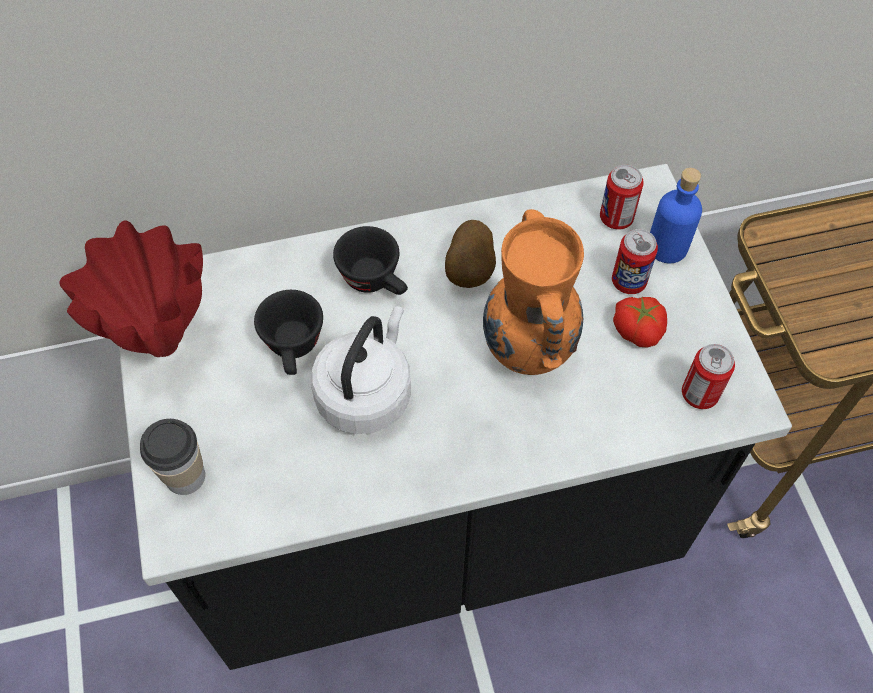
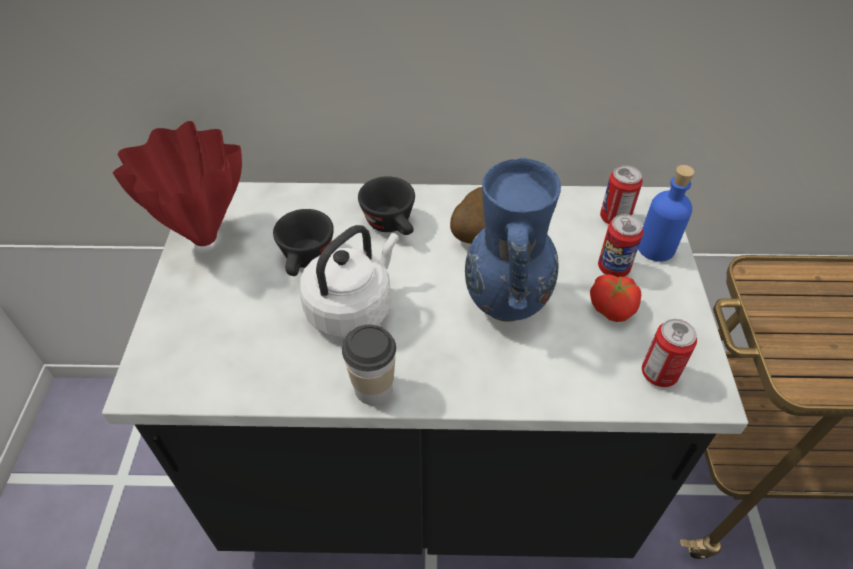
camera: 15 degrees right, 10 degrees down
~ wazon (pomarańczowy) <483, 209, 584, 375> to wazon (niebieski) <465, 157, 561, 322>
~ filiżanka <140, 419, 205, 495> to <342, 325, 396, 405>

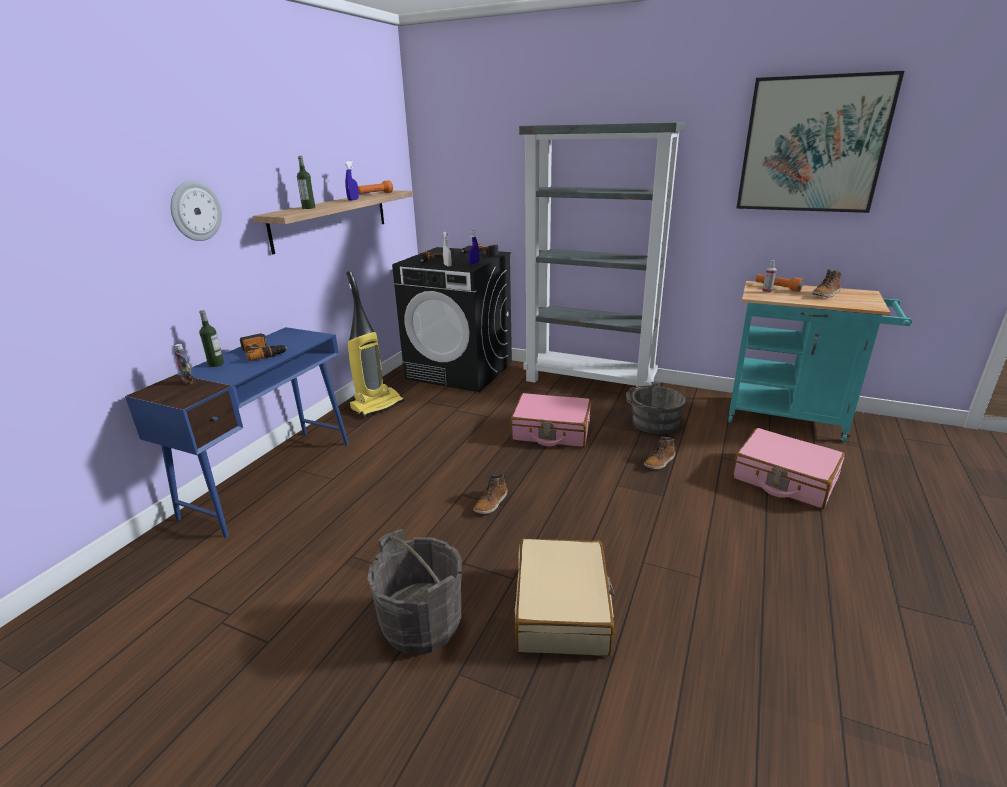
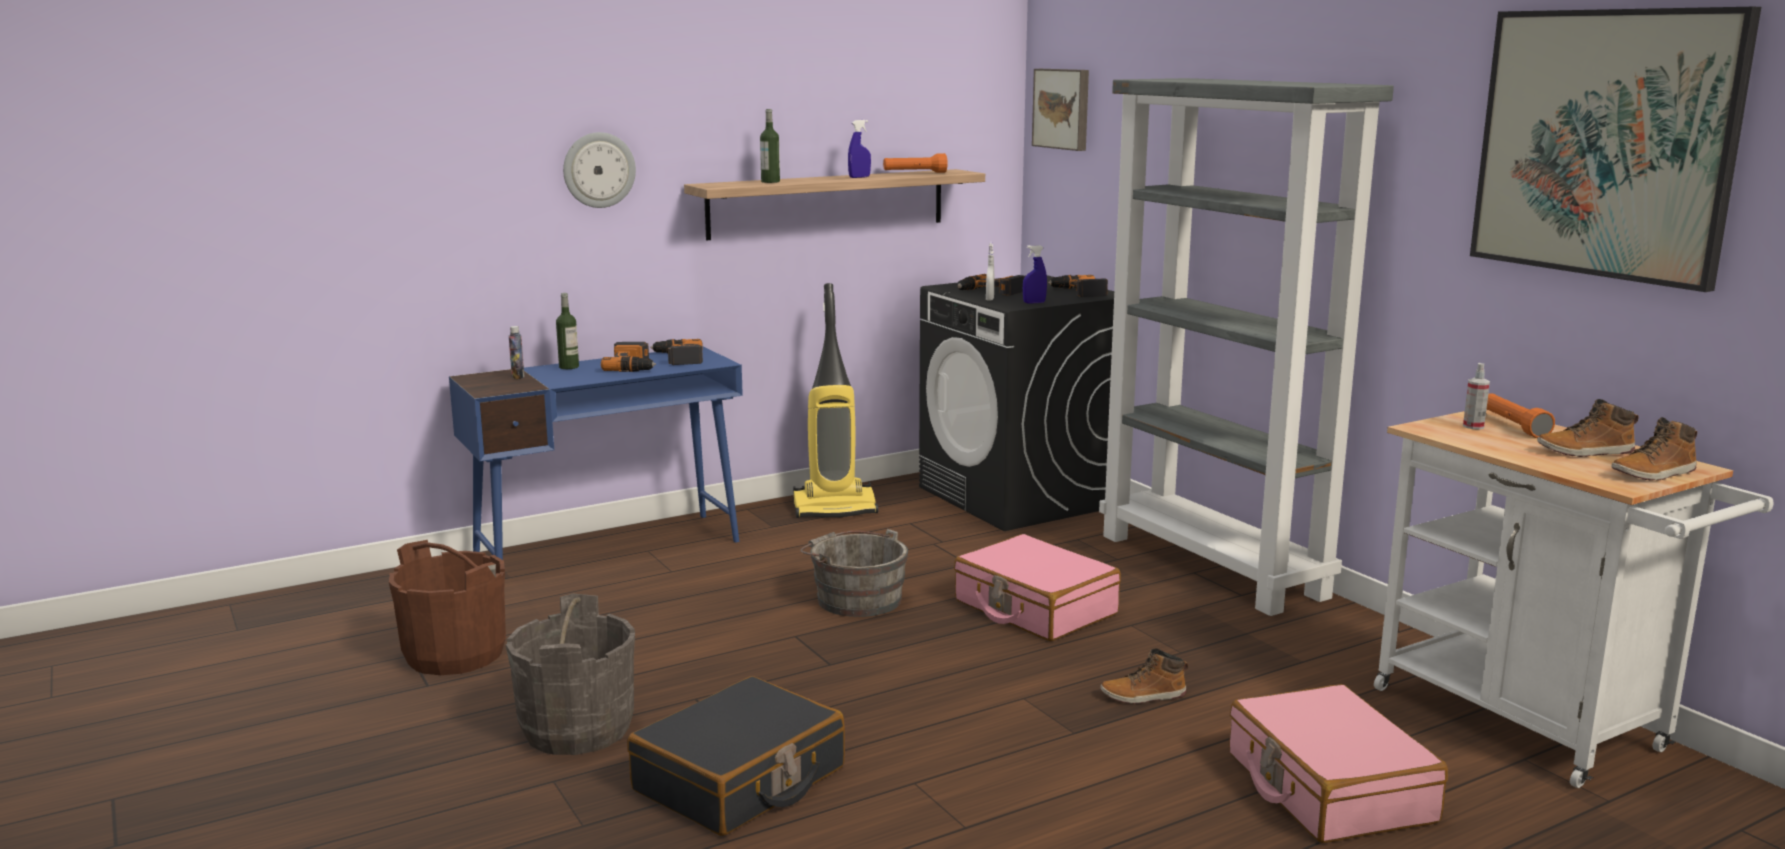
camera: 35 degrees right, 10 degrees down
~ wózek (turkusowy) <728, 281, 912, 441> to wózek (biały) <1374, 409, 1773, 788>
~ wiadro (szary) <626, 382, 686, 434> to <800, 529, 908, 617>
~ but z cholewką <474, 474, 508, 514> to <1611, 417, 1697, 481>
~ walizka (beżowy) <515, 539, 615, 656> to walizka (czarny) <628, 676, 845, 836>
+ obraz <1032, 69, 1089, 151>
+ wiertarka <650, 339, 703, 365>
+ wiadro (brązowy) <389, 540, 506, 675>

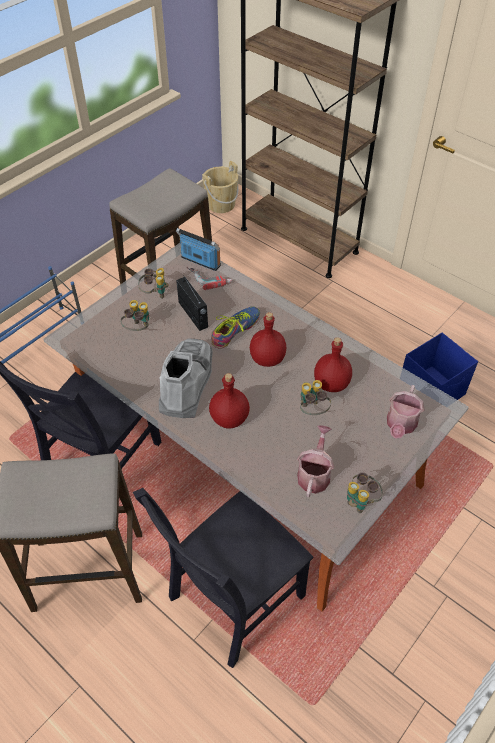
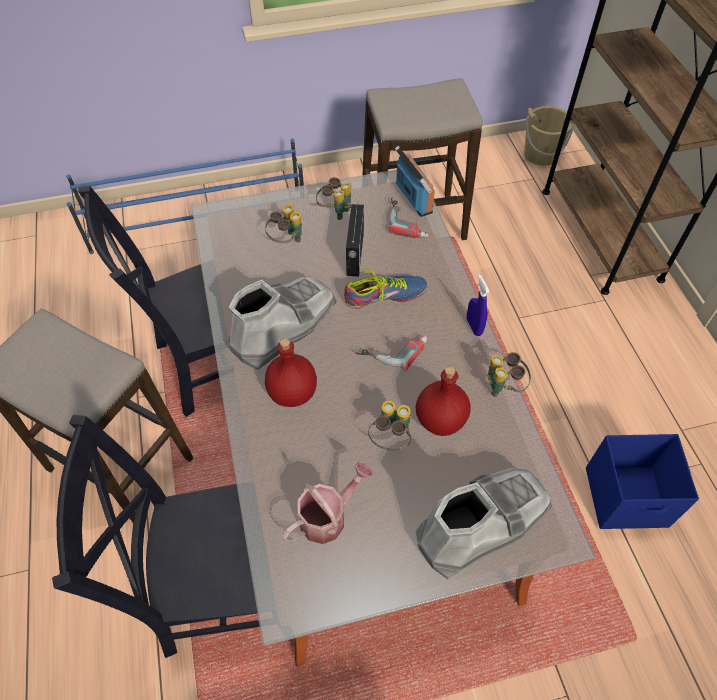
camera: 35 degrees right, 5 degrees up
~ butelka (czerwony) <250, 312, 286, 367> to wiertarka <355, 336, 427, 371>
~ konewka <387, 385, 425, 439> to but z cholewką (szary) <416, 467, 552, 579>
~ lornetka <347, 472, 383, 513> to <485, 352, 531, 397>
+ spryskiwacz (niebieski) <467, 275, 489, 336>

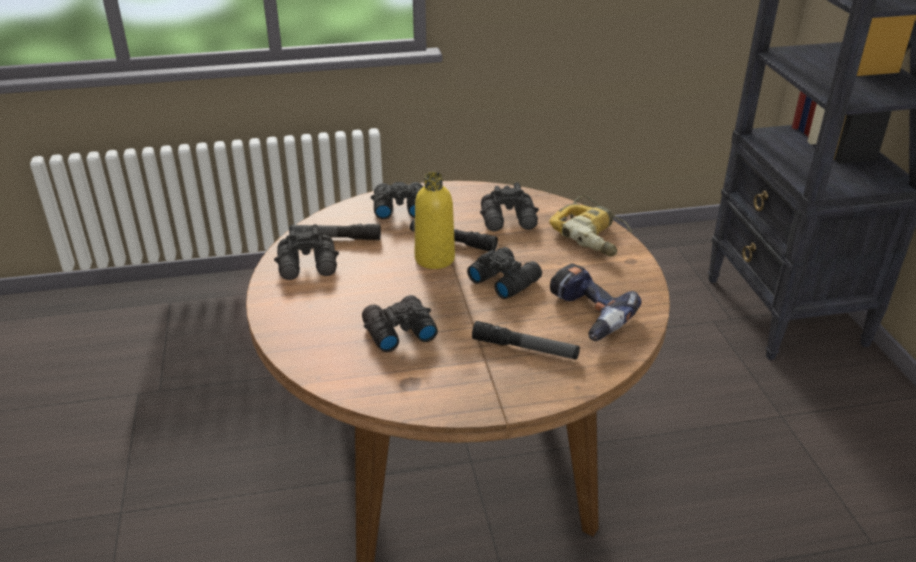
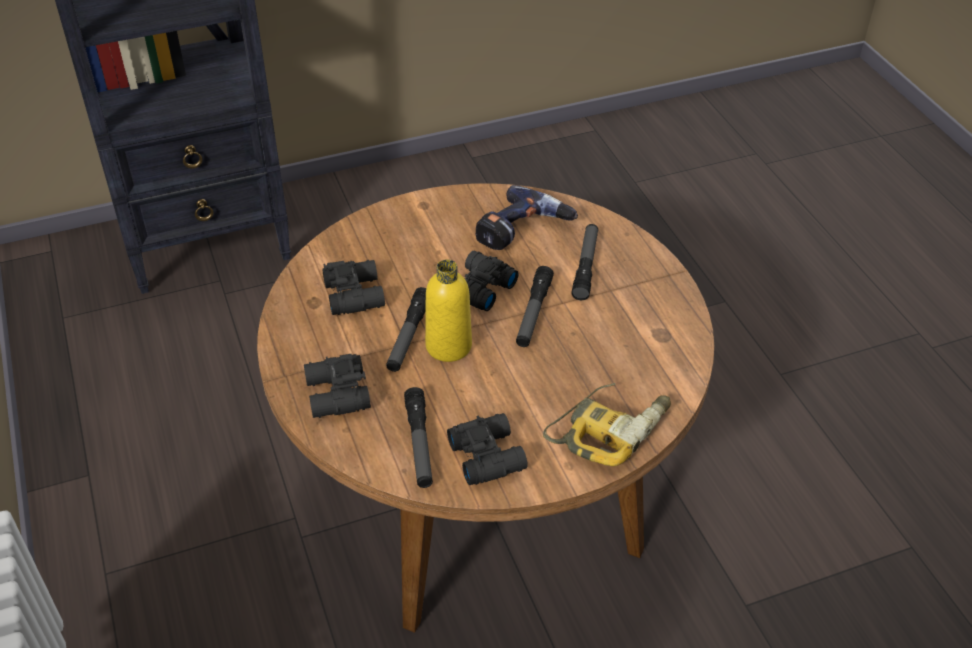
camera: 100 degrees left, 10 degrees up
~ wiertarka <549, 195, 632, 256> to <543, 383, 671, 466>
- lornetka (czarny) <362, 295, 438, 352>
+ latarka <516, 266, 554, 347>

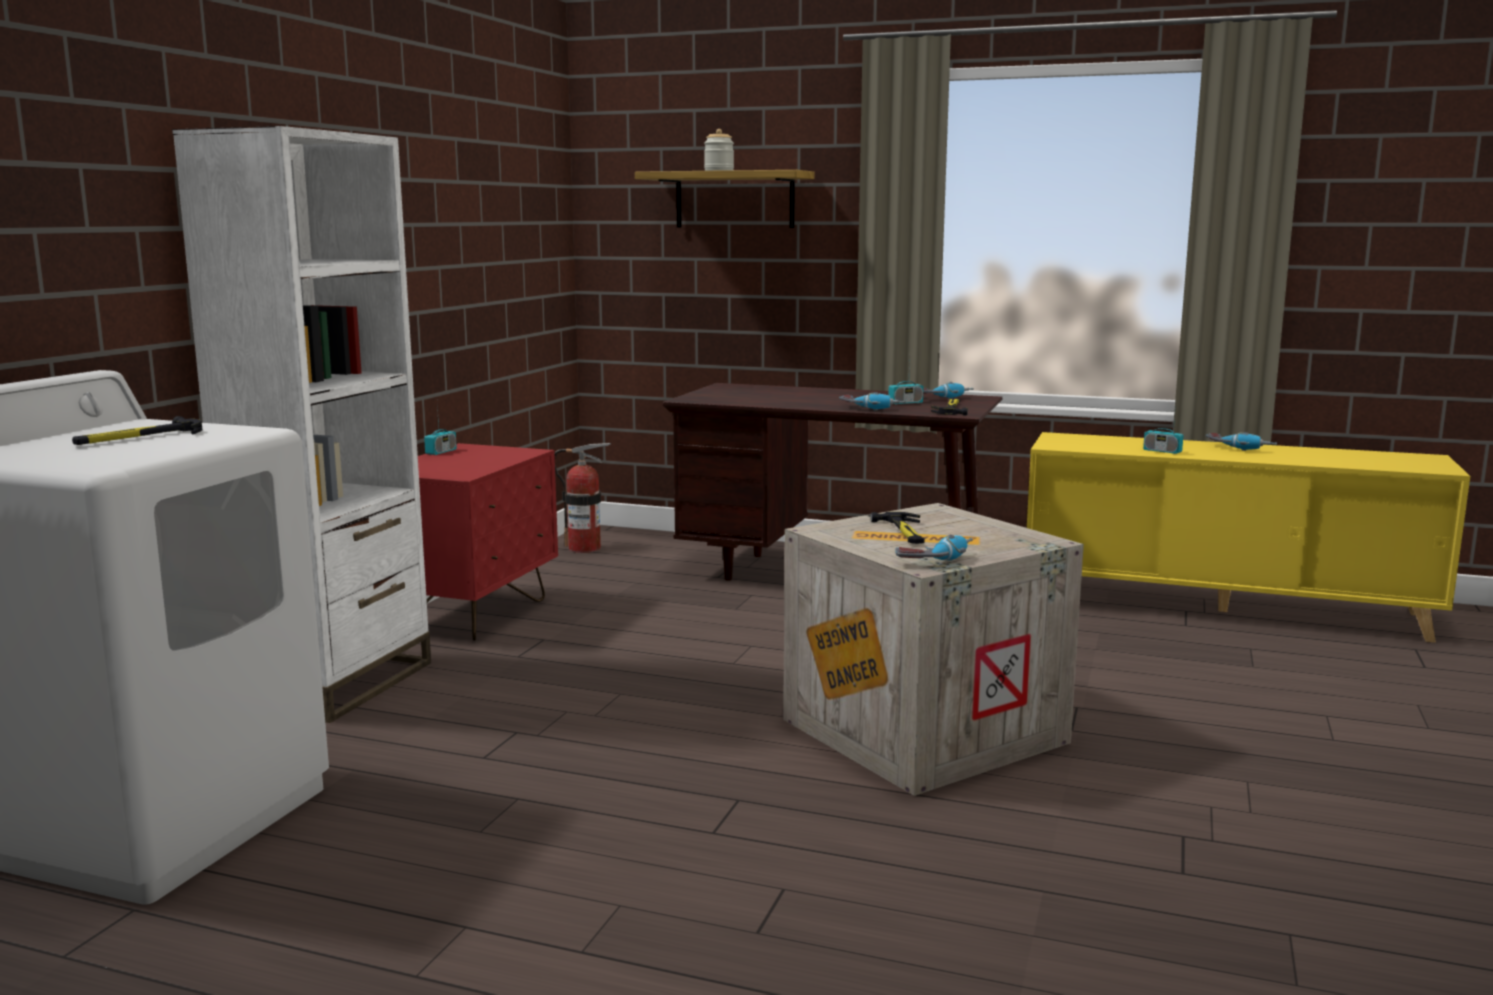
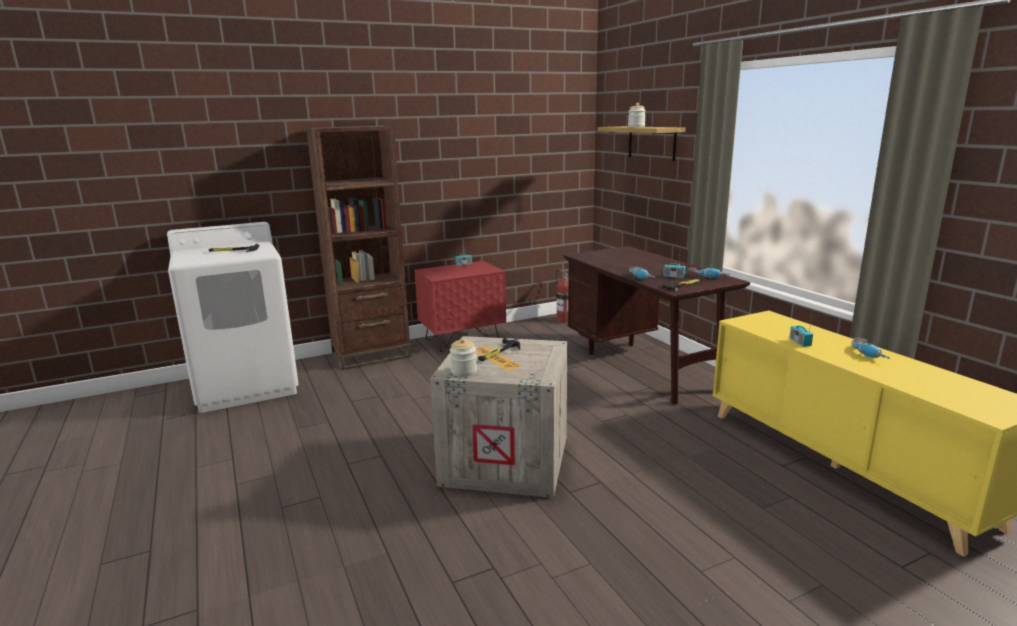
camera: 45 degrees right, 5 degrees up
~ regał (biały) <172, 126, 431, 723> to regał (brązowy) <306, 126, 411, 370>
~ wiertarka <895, 535, 973, 561> to słoik <450, 338, 477, 376>

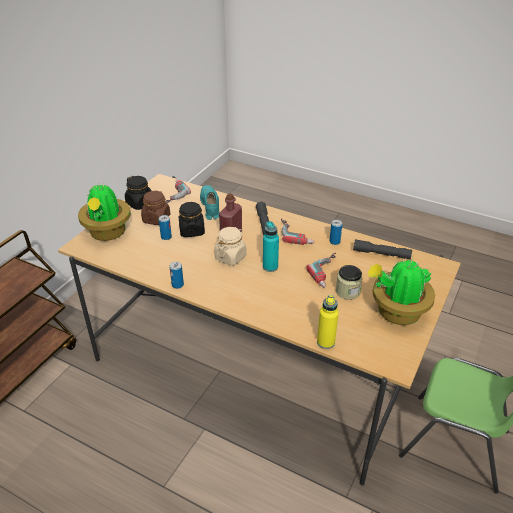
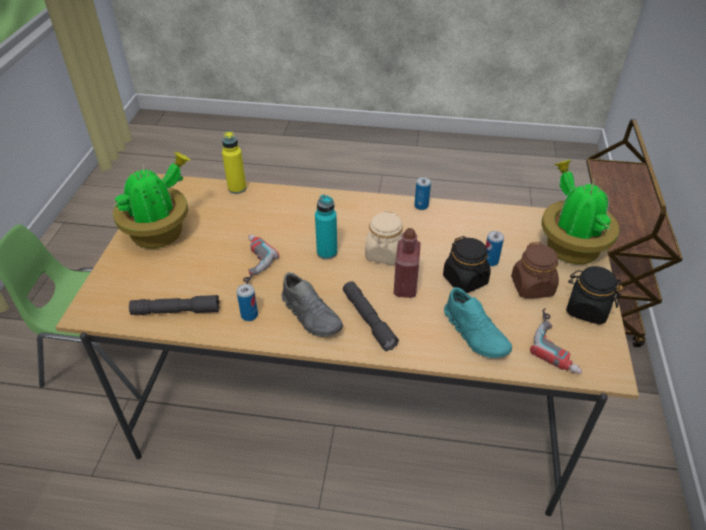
camera: 160 degrees right, 5 degrees up
~ wiertarka <281, 218, 314, 245> to but (szary) <282, 272, 343, 337>
- słoik <336, 265, 363, 300>

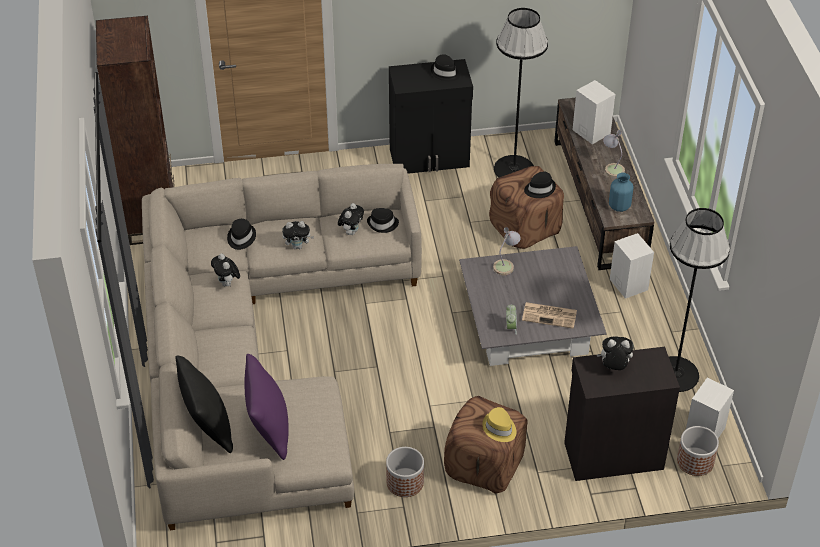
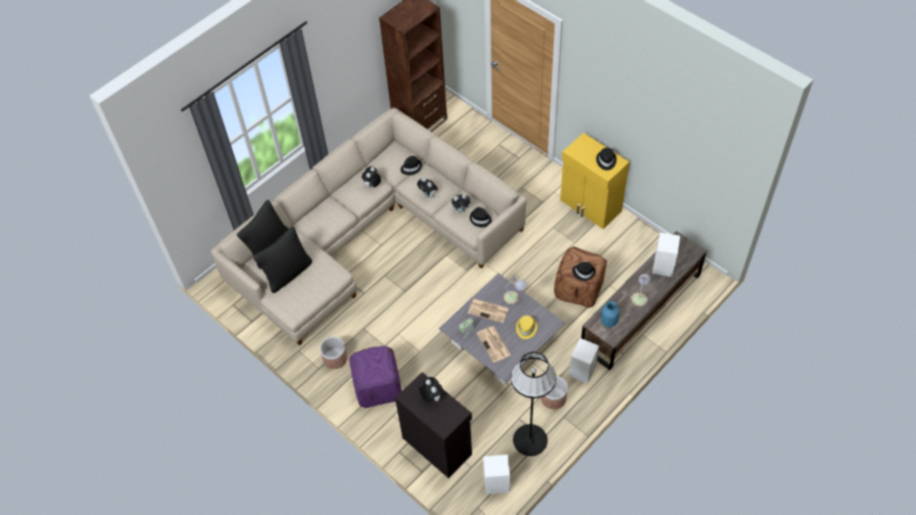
camera: 55 degrees right, 10 degrees up
- lampa stojąca (czarny) <494, 8, 548, 177>
~ szafka (czarny) <389, 59, 473, 174> to szafka (żółty) <560, 133, 629, 229>
~ poduszka (fioletowy) <244, 354, 289, 460> to poduszka (czarny) <253, 226, 312, 293>
~ pufa (brązowy) <444, 396, 528, 494> to pufa (fioletowy) <349, 346, 402, 408>
~ kapelusz (żółty) <482, 407, 517, 442> to <516, 315, 537, 339>
~ donica <677, 426, 719, 476> to <541, 376, 568, 409>
+ gazeta <468, 299, 509, 323>

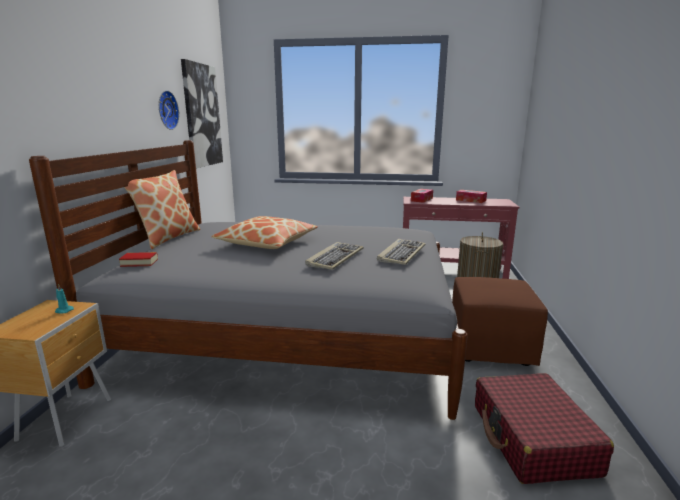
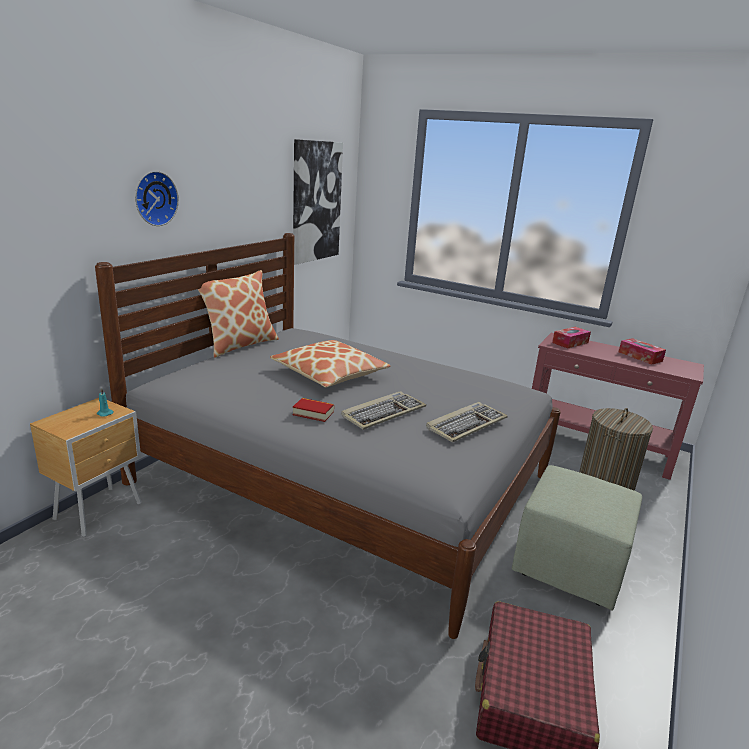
camera: 20 degrees right, 5 degrees up
~ zegar ścienny <159, 90, 179, 130> to <135, 171, 179, 226>
~ książka <119, 252, 158, 267> to <293, 398, 334, 422>
~ pufa (brązowy) <452, 277, 548, 366> to pufa (zielony) <512, 465, 642, 610>

